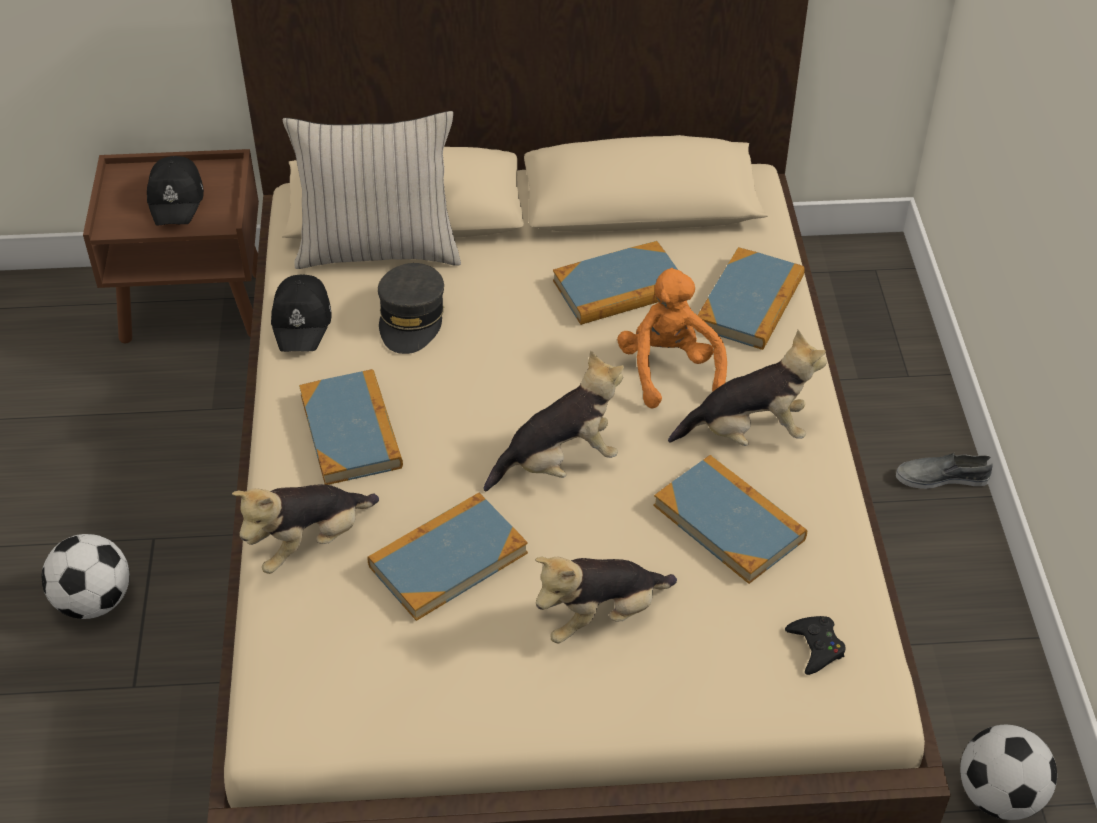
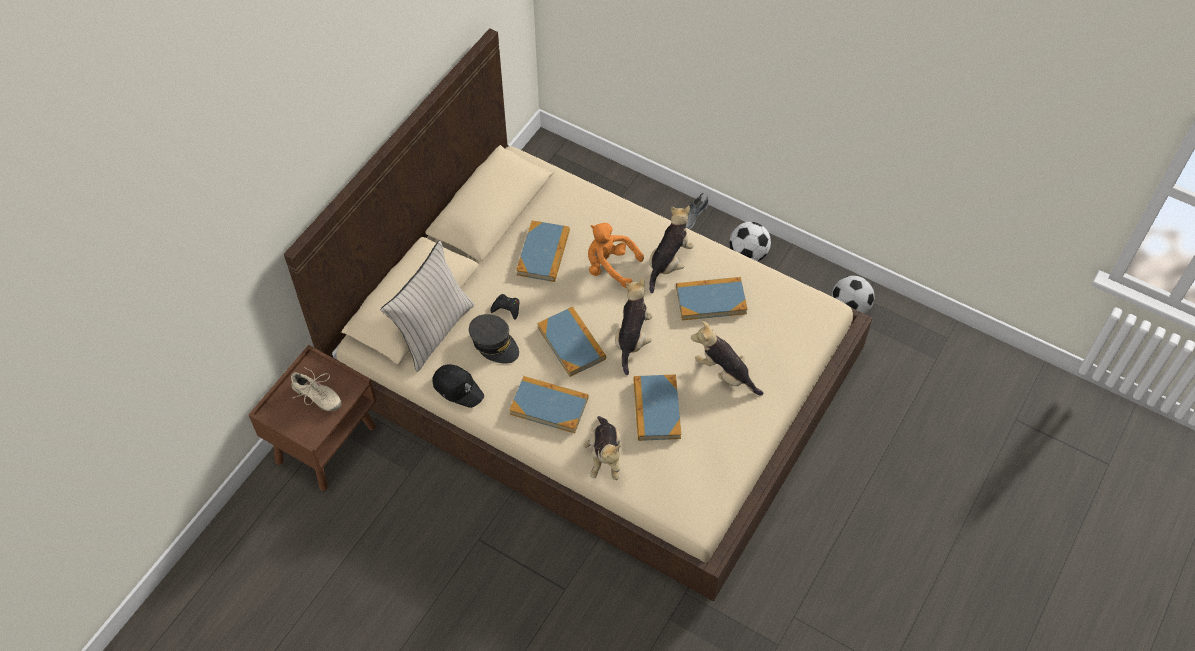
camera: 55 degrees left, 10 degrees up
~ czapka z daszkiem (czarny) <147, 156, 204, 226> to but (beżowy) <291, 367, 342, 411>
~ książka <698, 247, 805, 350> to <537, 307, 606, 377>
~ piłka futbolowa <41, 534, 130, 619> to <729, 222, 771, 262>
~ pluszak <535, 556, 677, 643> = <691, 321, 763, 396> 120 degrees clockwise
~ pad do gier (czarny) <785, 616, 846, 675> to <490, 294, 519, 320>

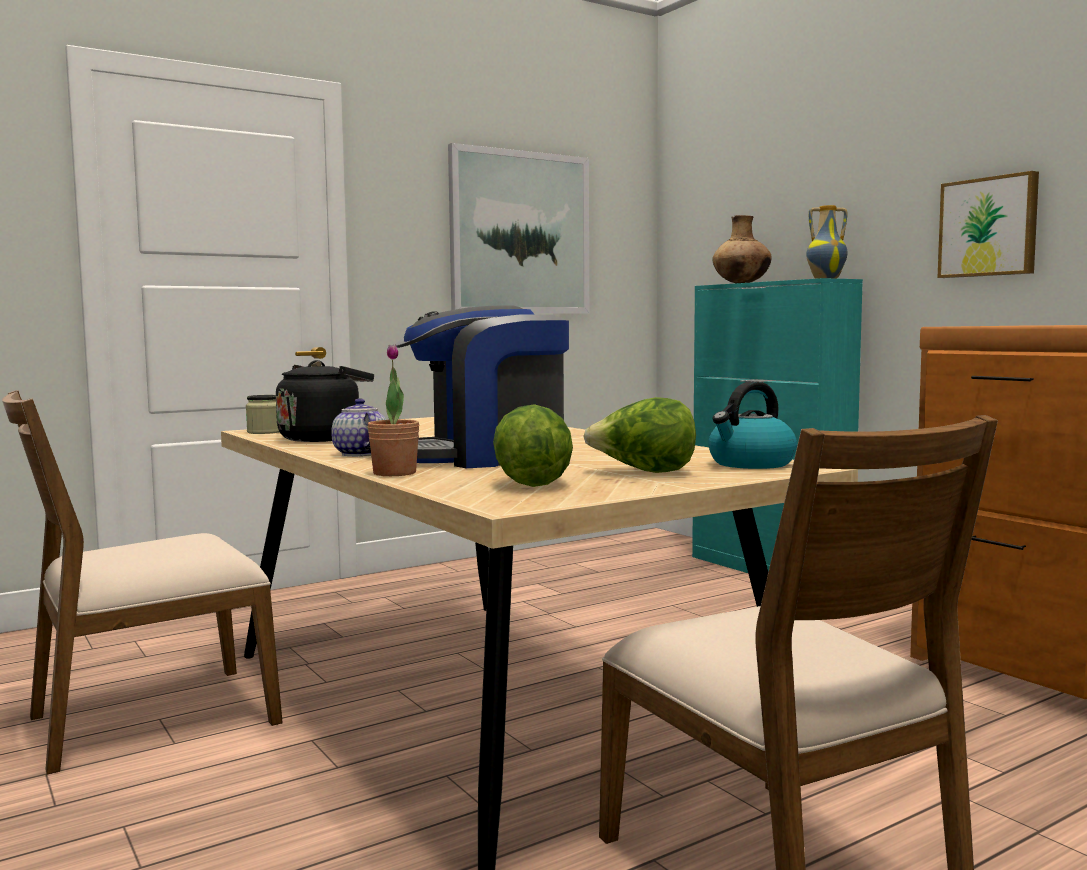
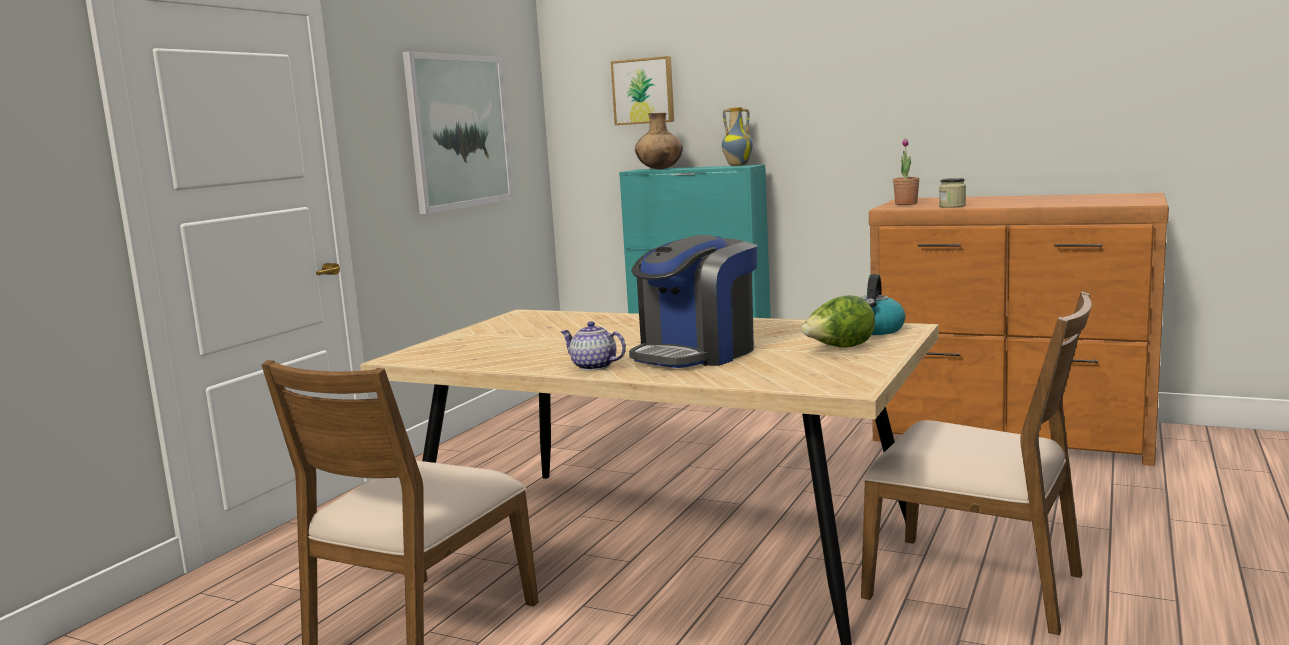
camera: 30 degrees left, 5 degrees up
~ obraz <937, 171, 1039, 278> to <611, 56, 674, 125>
~ roślina doniczkowa <367, 344, 420, 476> to <893, 139, 920, 205>
- czajnik (czarny) <276, 360, 374, 442>
~ słoik <246, 395, 279, 434> to <939, 178, 966, 208>
- sałata <493, 404, 573, 487>

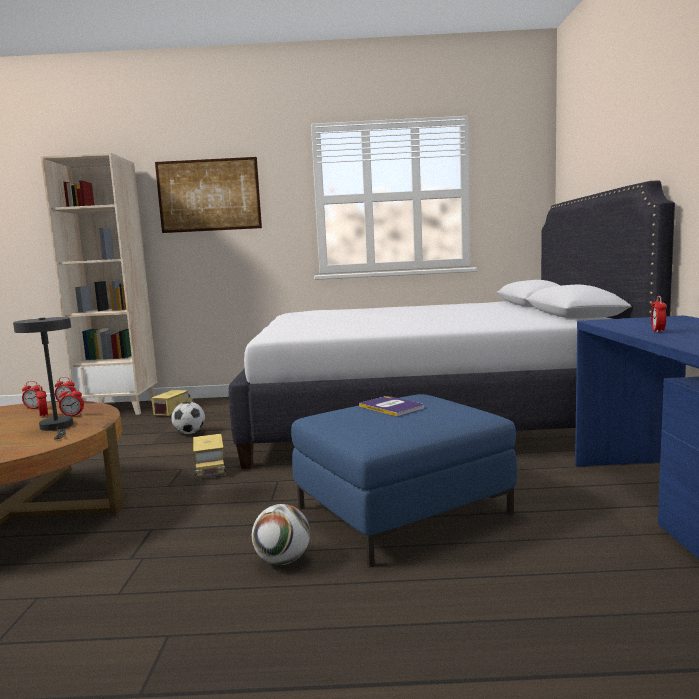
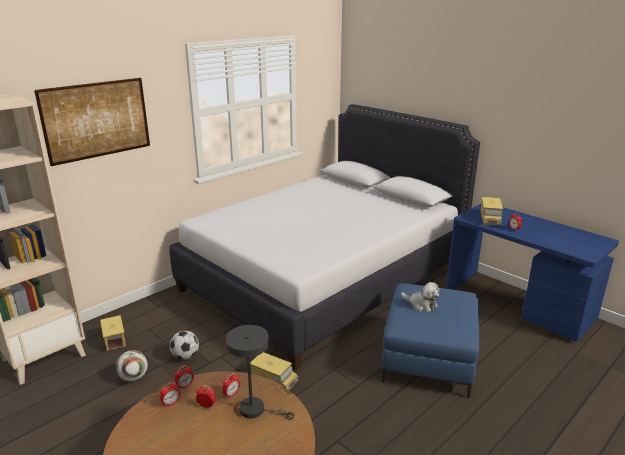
camera: 45 degrees left, 15 degrees up
~ książka <359, 396, 424, 417> to pluszak <401, 282, 440, 312>
~ piłka futbolowa <252, 504, 310, 565> to <116, 350, 148, 381>
+ ciężarówka zabawkowa <480, 197, 503, 226>

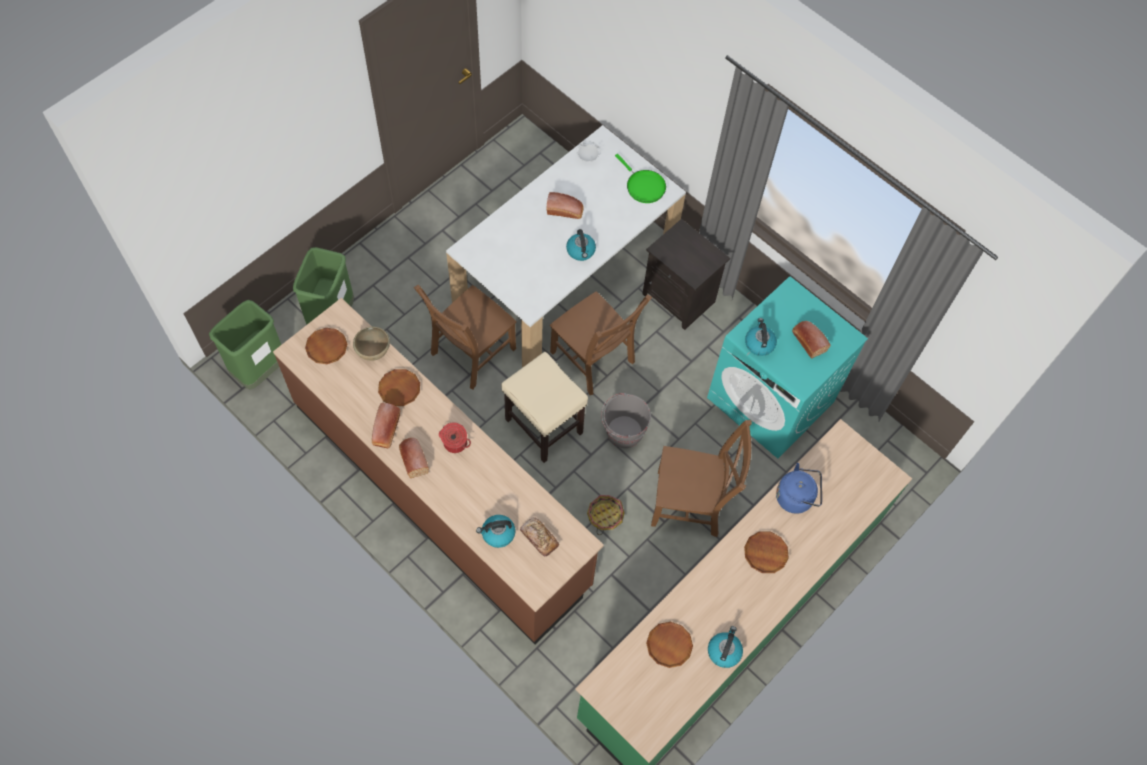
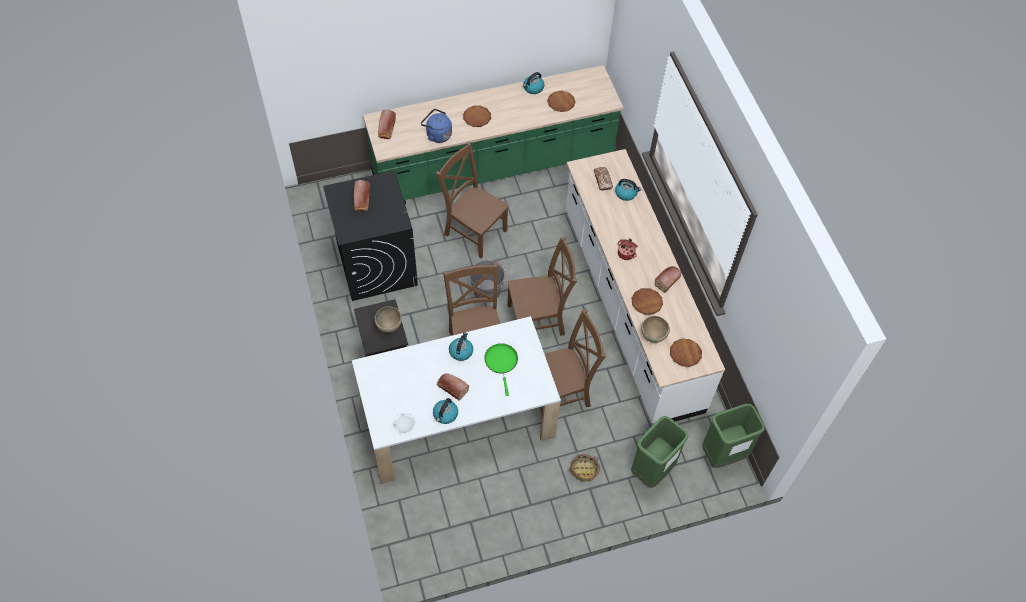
camera: 150 degrees left, 5 degrees down
~ patelnia (zielony) <615, 154, 666, 203> to <484, 343, 518, 396>
~ pralka (turkusowy) <707, 276, 868, 459> to pralka (czarny) <323, 171, 418, 301>
~ zabudowa kuchenna (brązowy) <273, 298, 604, 645> to zabudowa kuchenna (biały) <566, 149, 725, 423>
~ czajnik <745, 318, 777, 356> to <433, 398, 458, 424>
~ stołek (beżowy) <501, 352, 588, 463> to krzesło (brązowy) <507, 236, 577, 336>
~ chleb <399, 438, 429, 478> to <378, 109, 396, 139>
~ koszyk <587, 495, 625, 535> to <569, 454, 600, 482>
+ miska (brązowy) <374, 307, 402, 333>

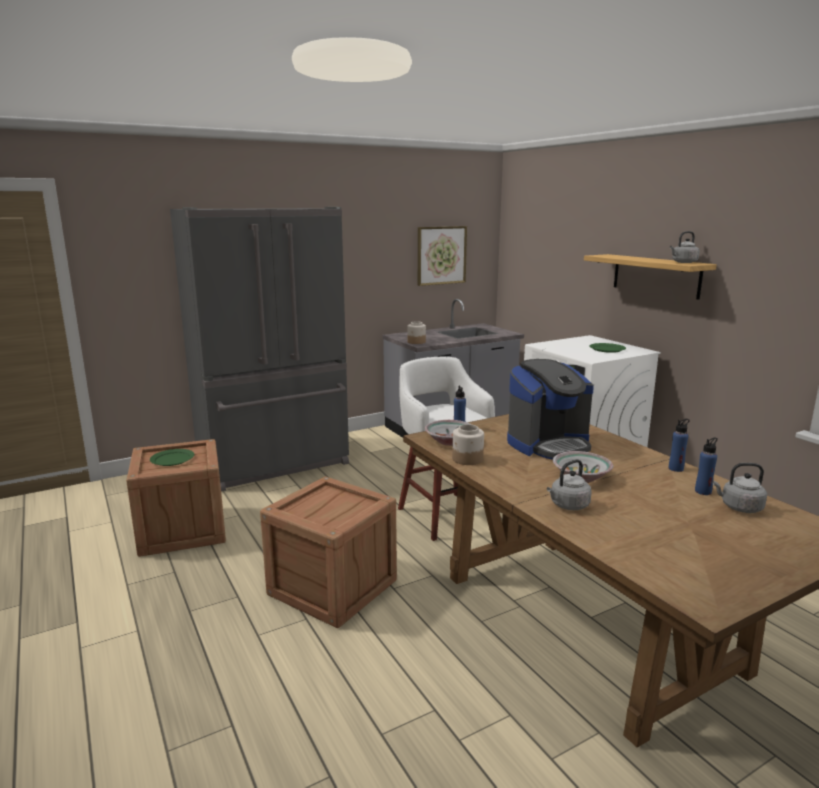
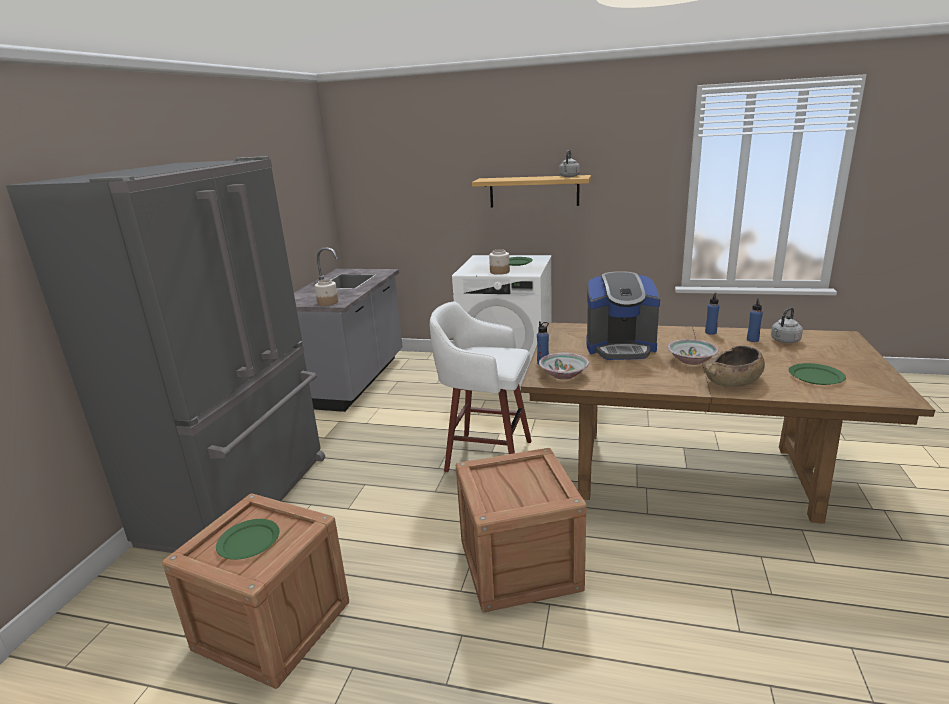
camera: 45 degrees left, 5 degrees up
- obraz <418, 226, 467, 286>
~ ekspres do kawy <507, 359, 594, 460> = <587, 271, 660, 360> 75 degrees clockwise
~ słoik <452, 424, 484, 465> to <489, 249, 510, 275>
~ czajnik (szary) <547, 459, 592, 510> to miska (brązowy) <705, 345, 765, 387>
+ talerz (zielony) <789, 363, 846, 385>

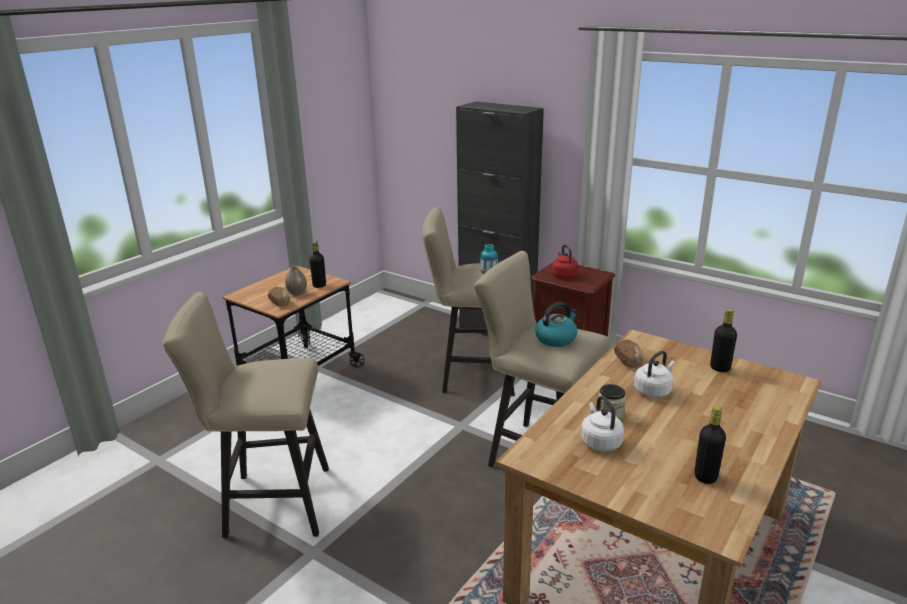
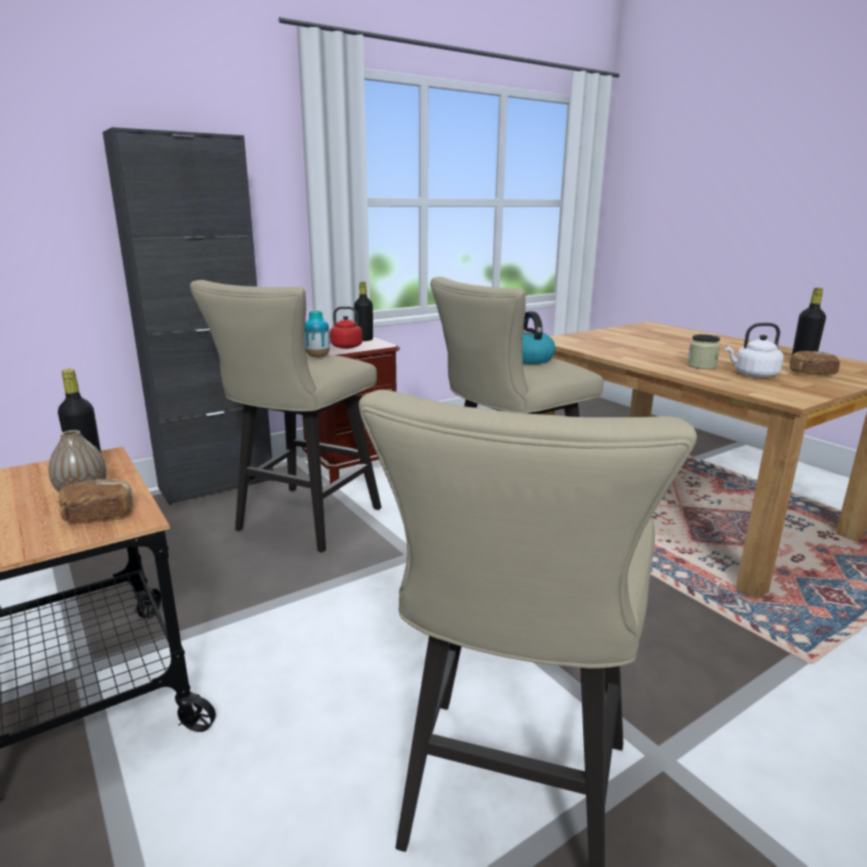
camera: 70 degrees left, 5 degrees down
~ butelka (czarny) <710, 309, 737, 372> to <354, 281, 373, 341>
~ chleb <614, 339, 644, 368> to <790, 351, 840, 375>
- czajnik (biały) <634, 351, 675, 398>

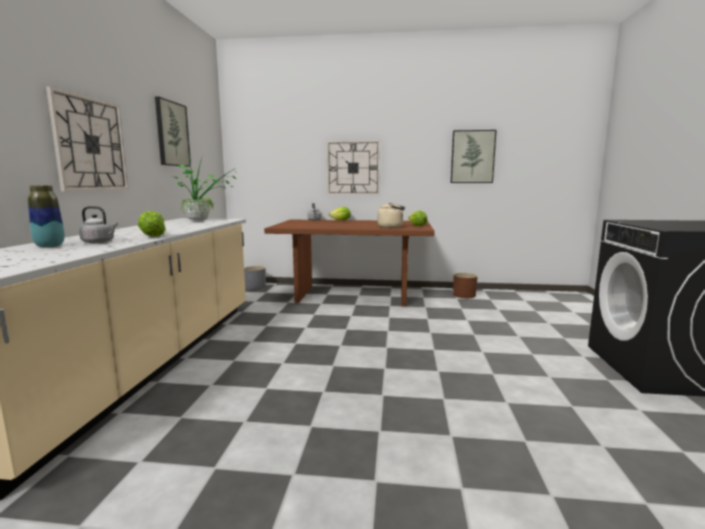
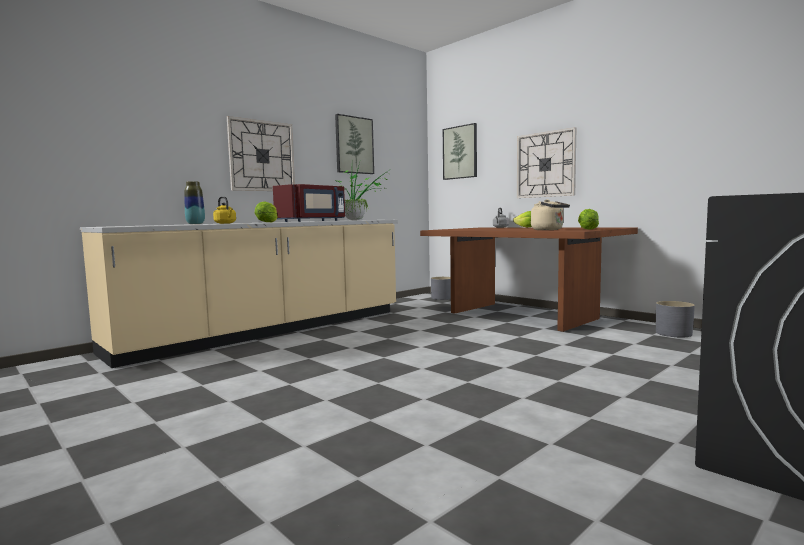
camera: 40 degrees right, 5 degrees down
~ obraz <451, 130, 497, 183> to <443, 123, 477, 180>
~ czajnik (szary) <79, 206, 118, 243> to czajnik (żółty) <213, 197, 236, 224>
~ donica (brązowy) <453, 273, 478, 298> to donica (szary) <656, 301, 695, 337>
+ mikrofalówka (czerwony) <273, 184, 345, 222>

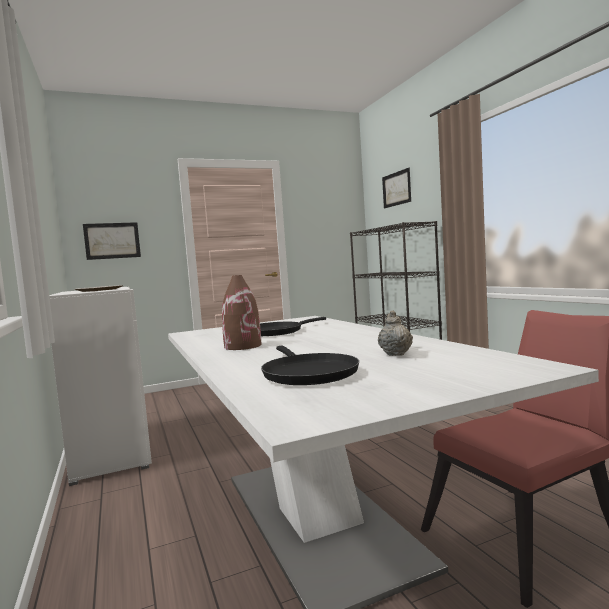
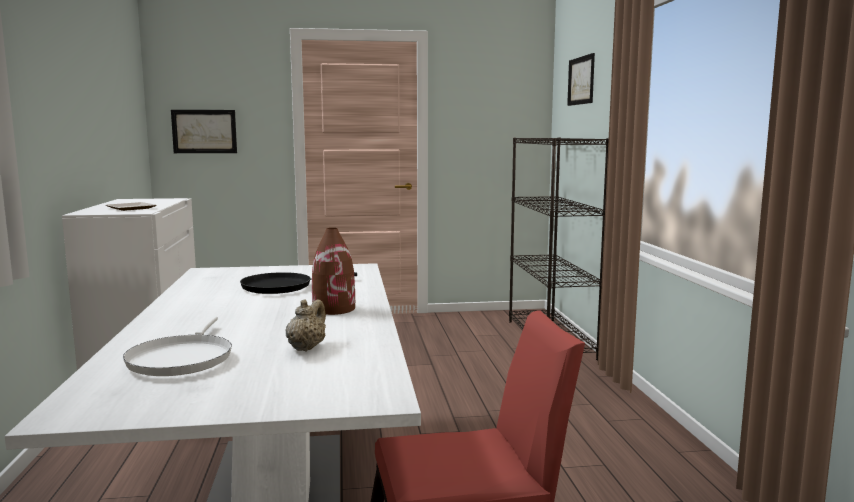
camera: 15 degrees right, 5 degrees up
~ wazon (brązowy) <222, 275, 261, 350> to <312, 228, 355, 315>
~ patelnia (czarny) <261, 346, 359, 385> to patelnia (biały) <123, 316, 232, 376>

